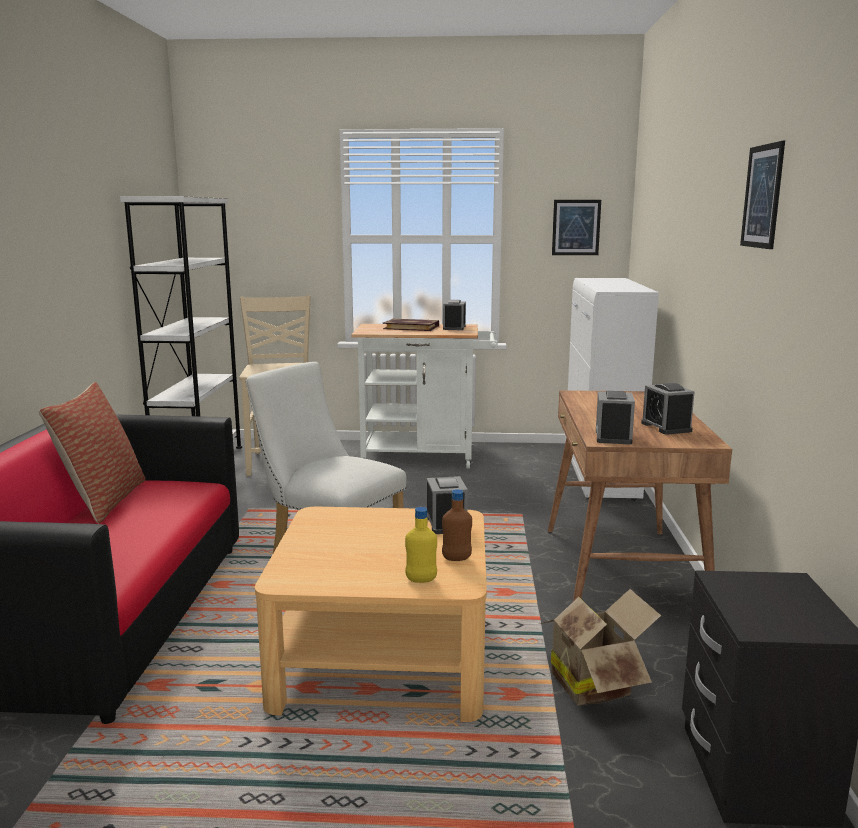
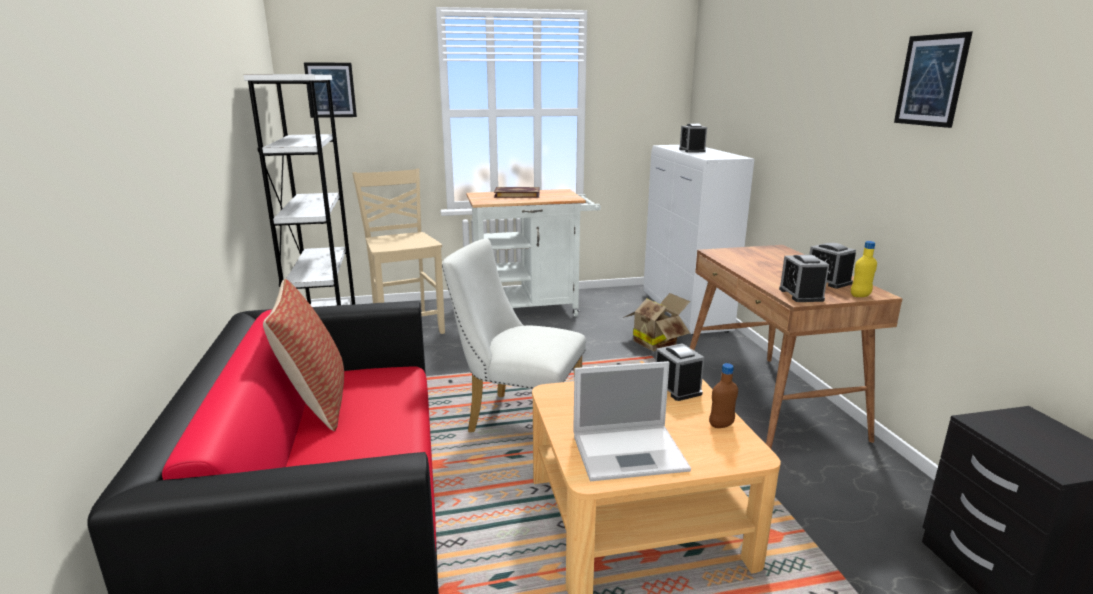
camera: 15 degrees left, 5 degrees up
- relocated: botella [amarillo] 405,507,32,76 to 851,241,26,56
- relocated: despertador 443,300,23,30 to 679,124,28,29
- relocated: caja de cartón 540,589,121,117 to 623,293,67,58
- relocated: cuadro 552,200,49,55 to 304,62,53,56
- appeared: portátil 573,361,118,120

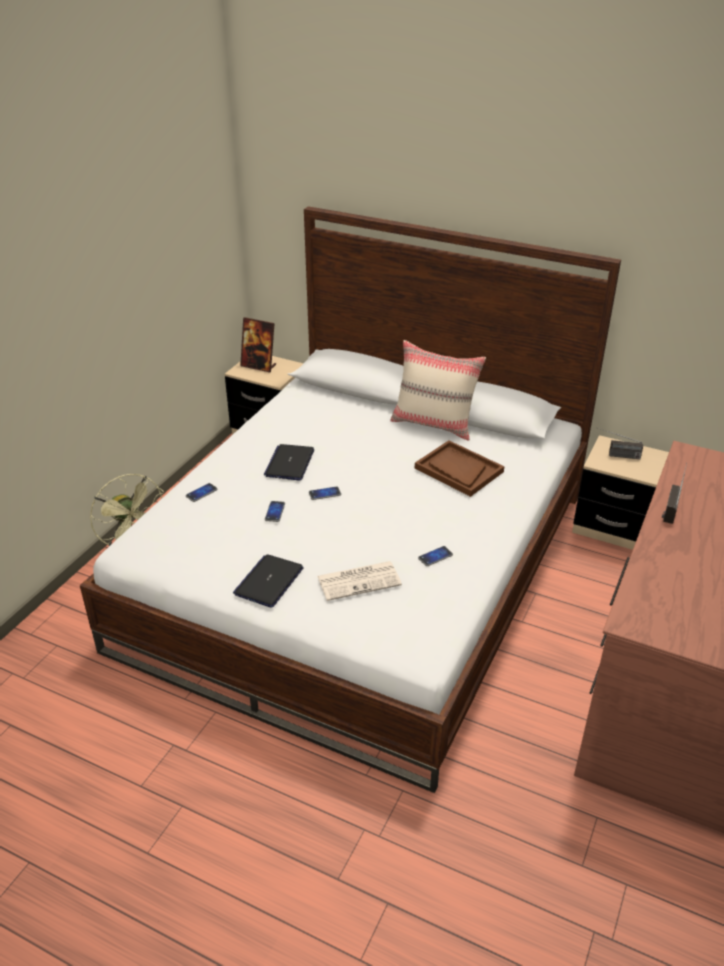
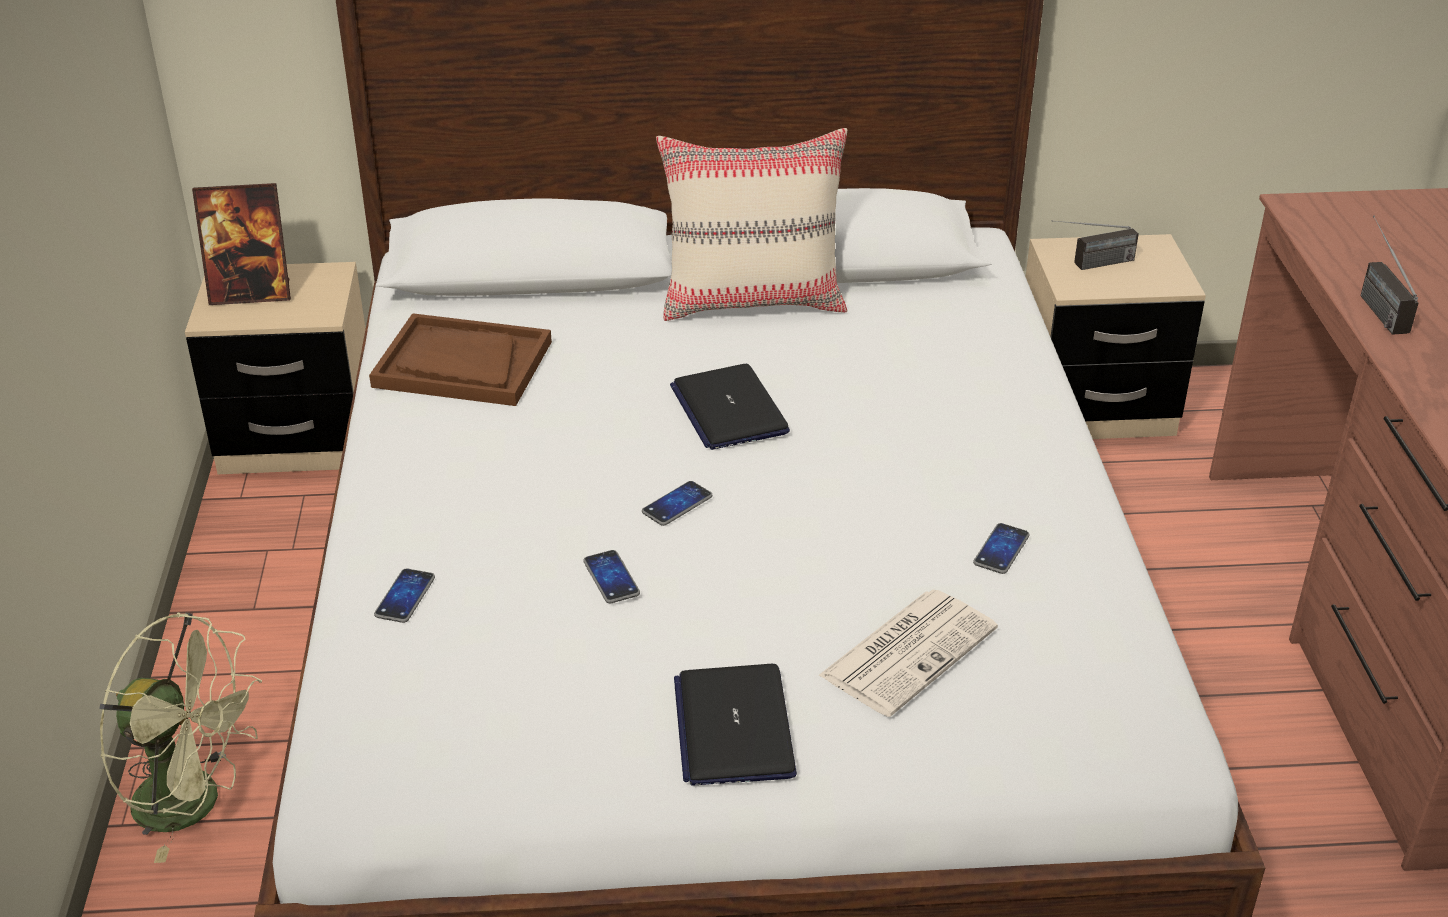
camera: 30 degrees left, 0 degrees up
- relocated: portátil 264,444,50,36 to 670,364,120,86
- relocated: bandeja [marrón] 415,440,89,57 to 369,313,183,93

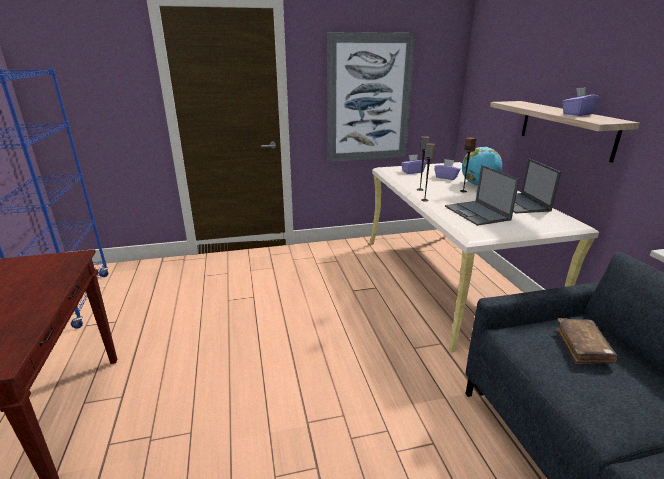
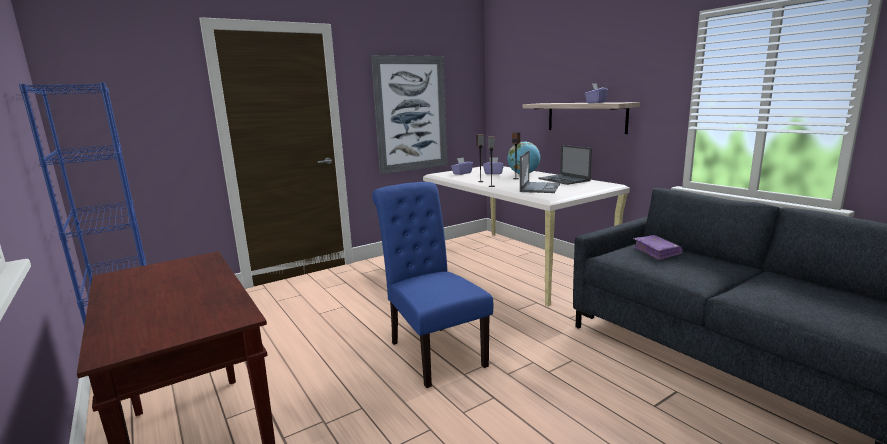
camera: 20 degrees left, 10 degrees down
- spun: portátil 445,165,75,61 = 520,151,40,42 120 degrees counterclockwise
- colour: libro [marrón] 555,318,63,46 to libro [morado] 633,235,49,25
- appeared: silla [azul] 372,182,121,206

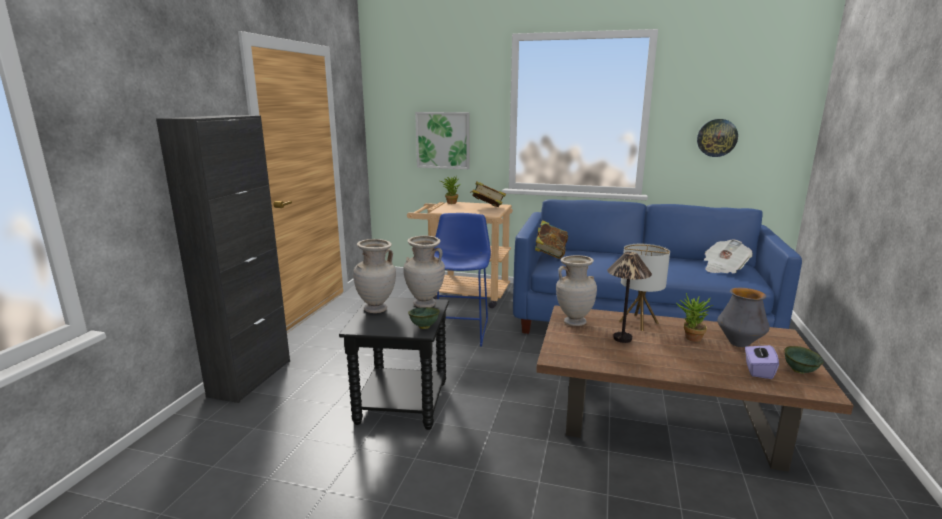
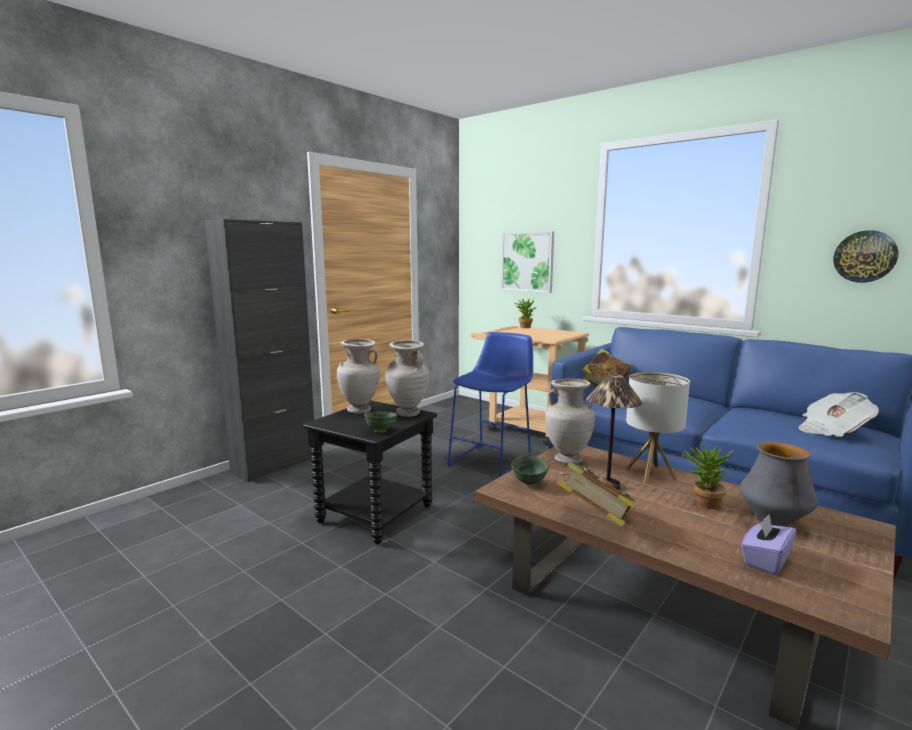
camera: 25 degrees right, 5 degrees down
- relocated: libro 470,181,36,26 to 556,463,80,64
- relocated: cuenco [verde] 785,346,39,28 to 511,456,38,30

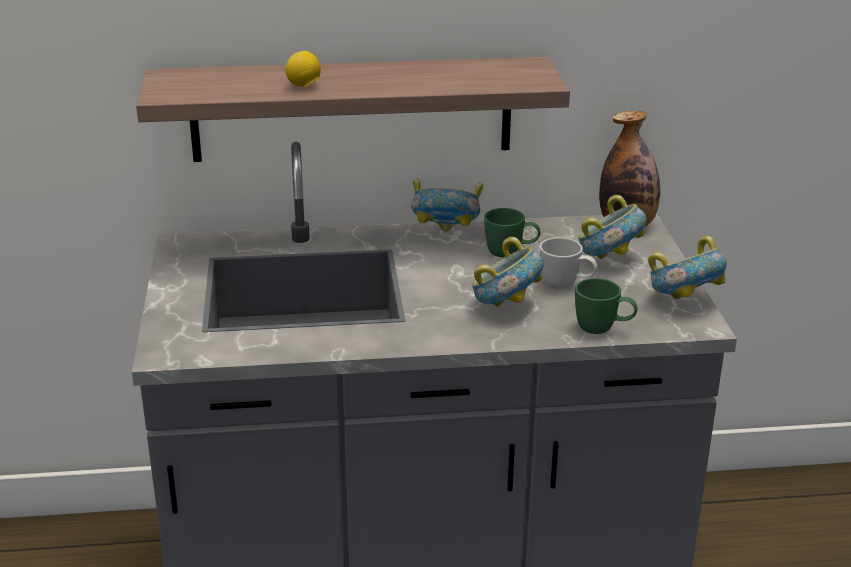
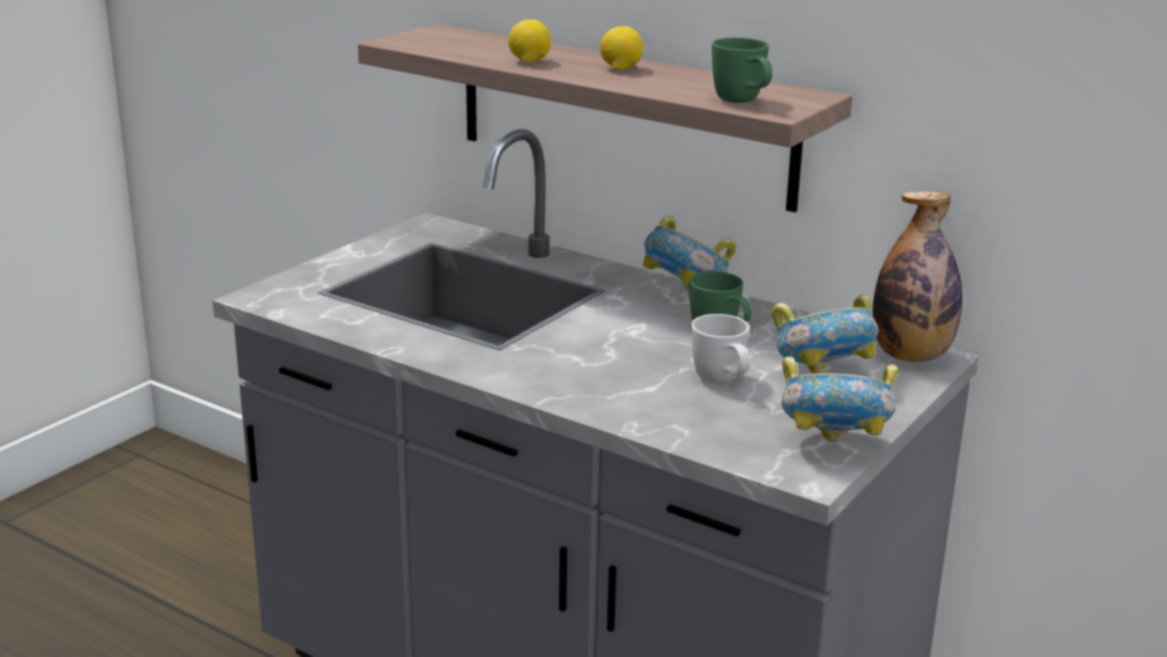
camera: 40 degrees right, 5 degrees down
- missing: cuenco 472,237,72,70
- relocated: taza grande [verde] 575,278,63,56 to 712,38,61,65
- appeared: limón 600,26,43,43

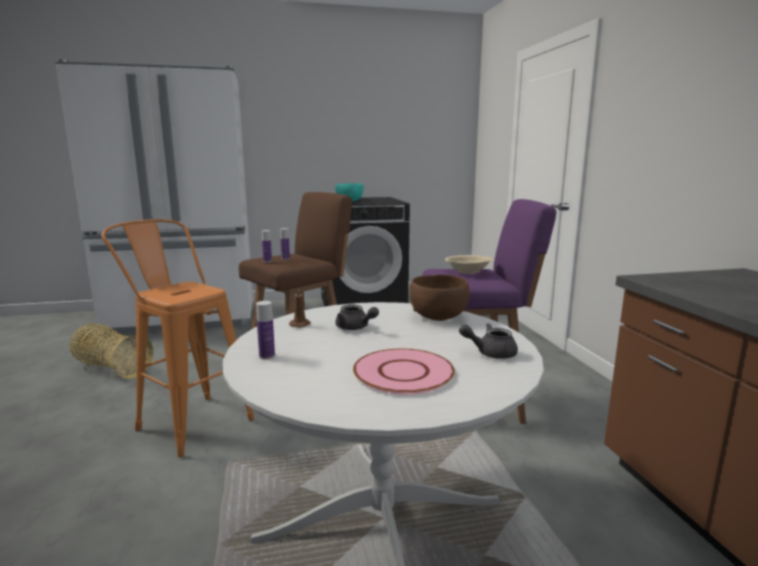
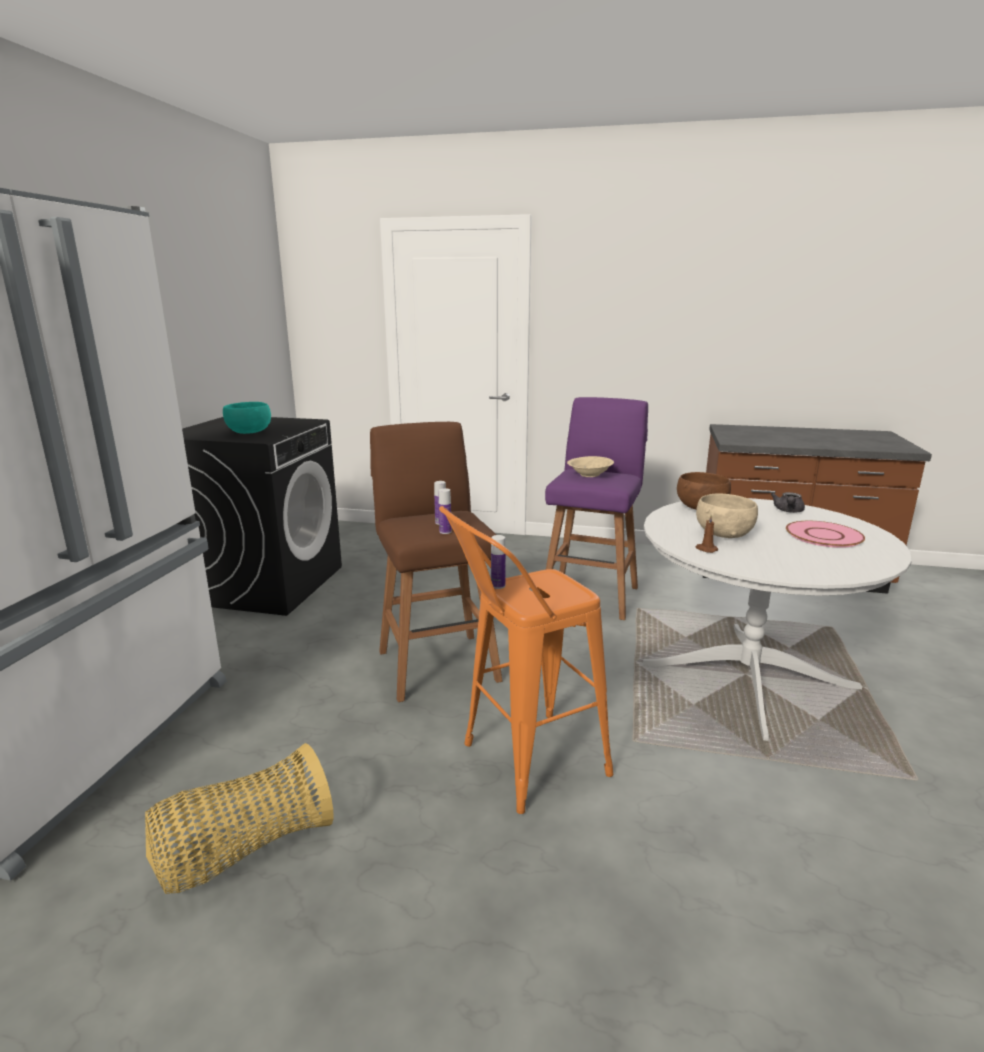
camera: 65 degrees left, 5 degrees up
- relocated: botella 256,301,19,58 to 491,535,15,54
- exchanged: tetera [gris] 335,305,44,25 to cuenco [beis] 696,494,62,44

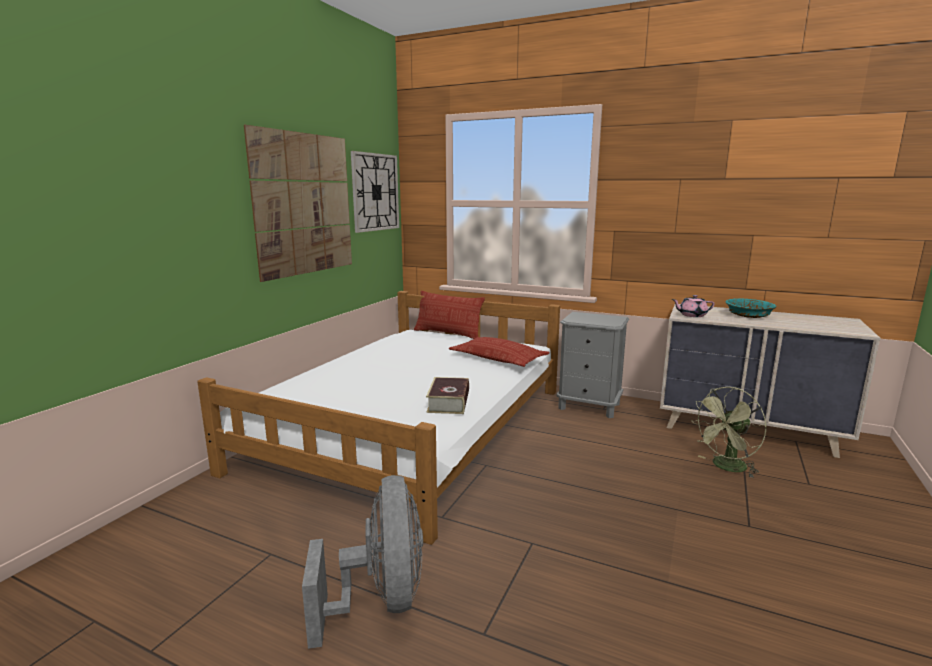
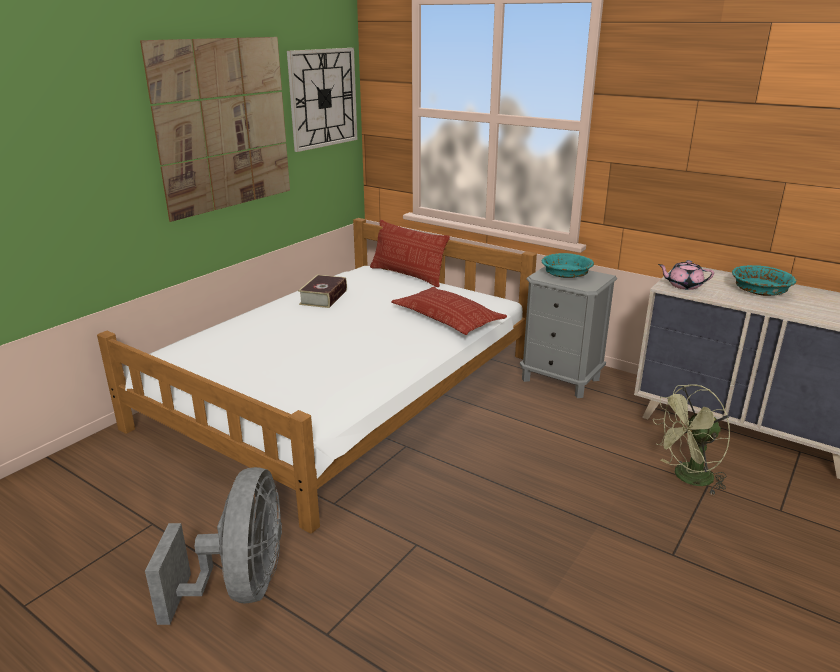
camera: 10 degrees right, 10 degrees up
- relocated: libro 426,377,43,37 to 298,275,49,33
- appeared: cuenco [turquesa] 542,253,52,25

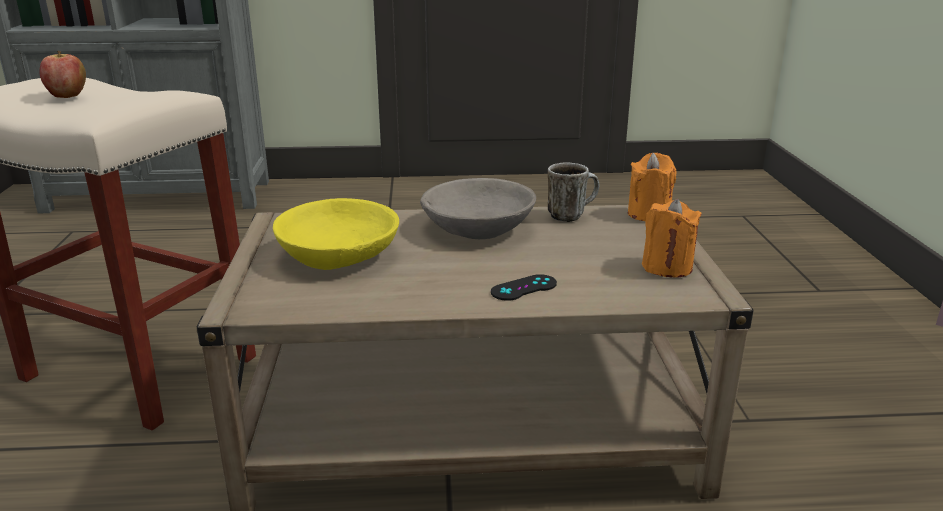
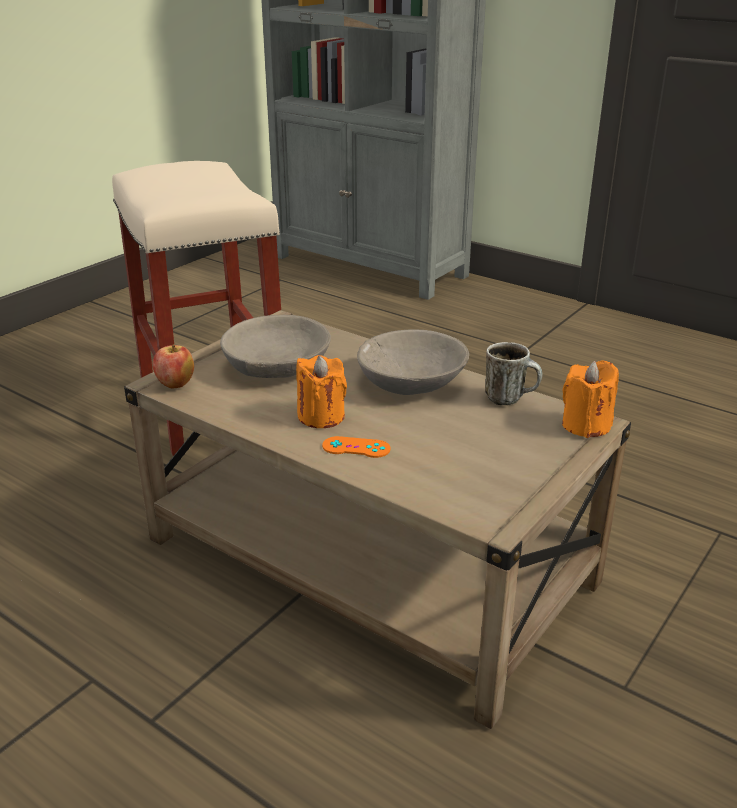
camera: 40 degrees right, 5 degrees up
- relocated: manzana 39,51,47,47 to 153,345,41,43
- colour: cuenco [amarillo] 273,198,126,72 to cuenco [gris] 220,314,111,64
- colour: mando de consola [negro] 491,274,66,27 to mando de consola [naranja] 322,436,68,22
- relocated: vela [naranja] 642,199,60,78 to 296,355,51,73

